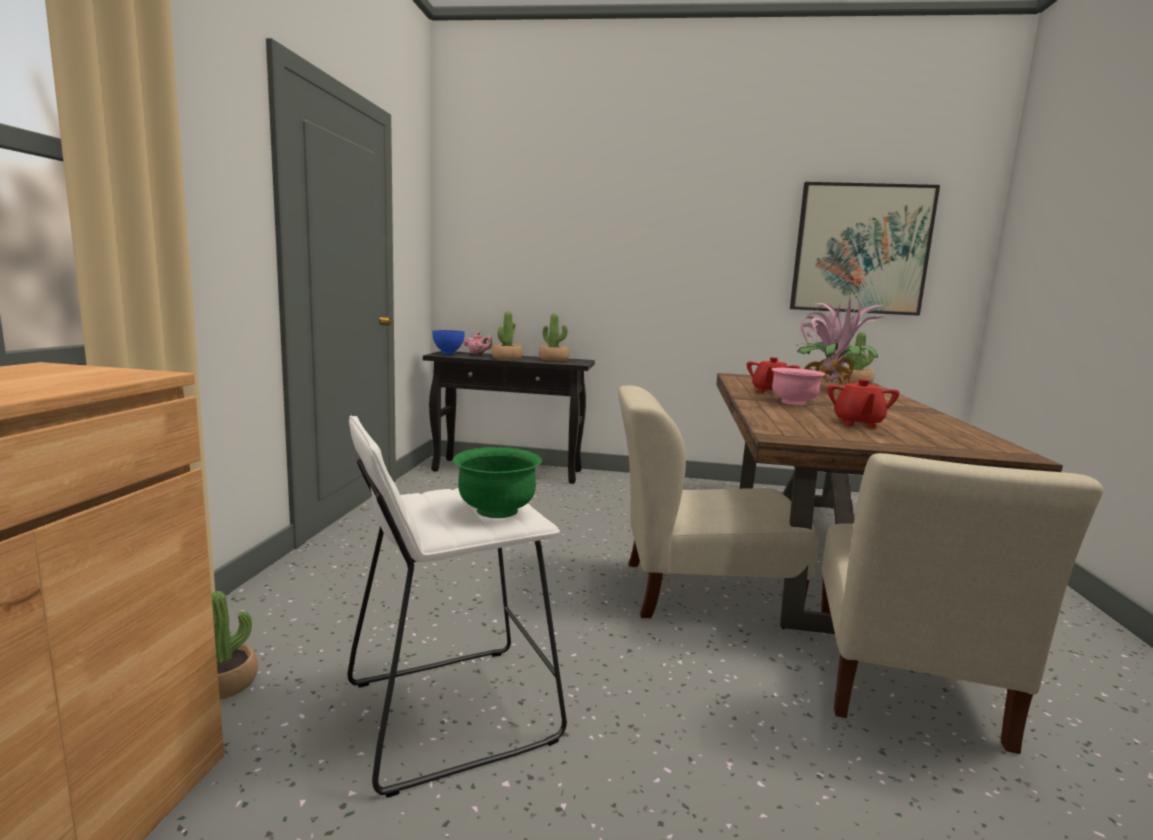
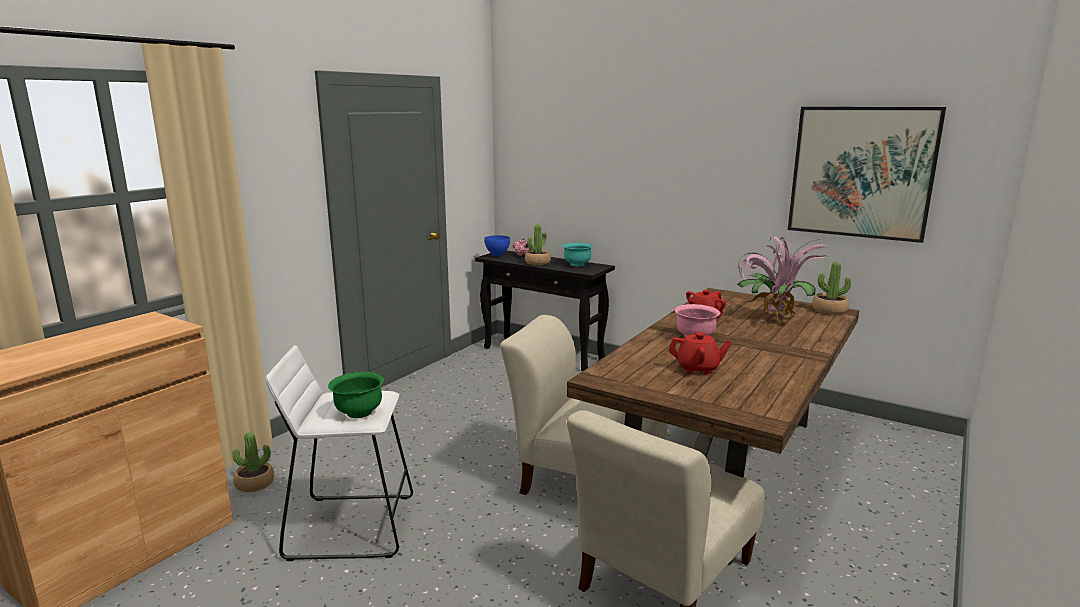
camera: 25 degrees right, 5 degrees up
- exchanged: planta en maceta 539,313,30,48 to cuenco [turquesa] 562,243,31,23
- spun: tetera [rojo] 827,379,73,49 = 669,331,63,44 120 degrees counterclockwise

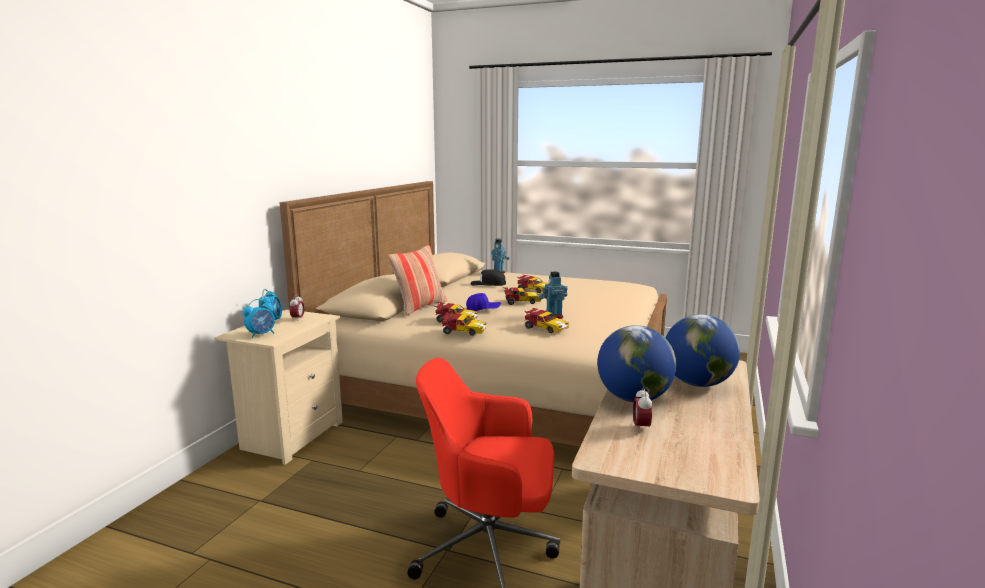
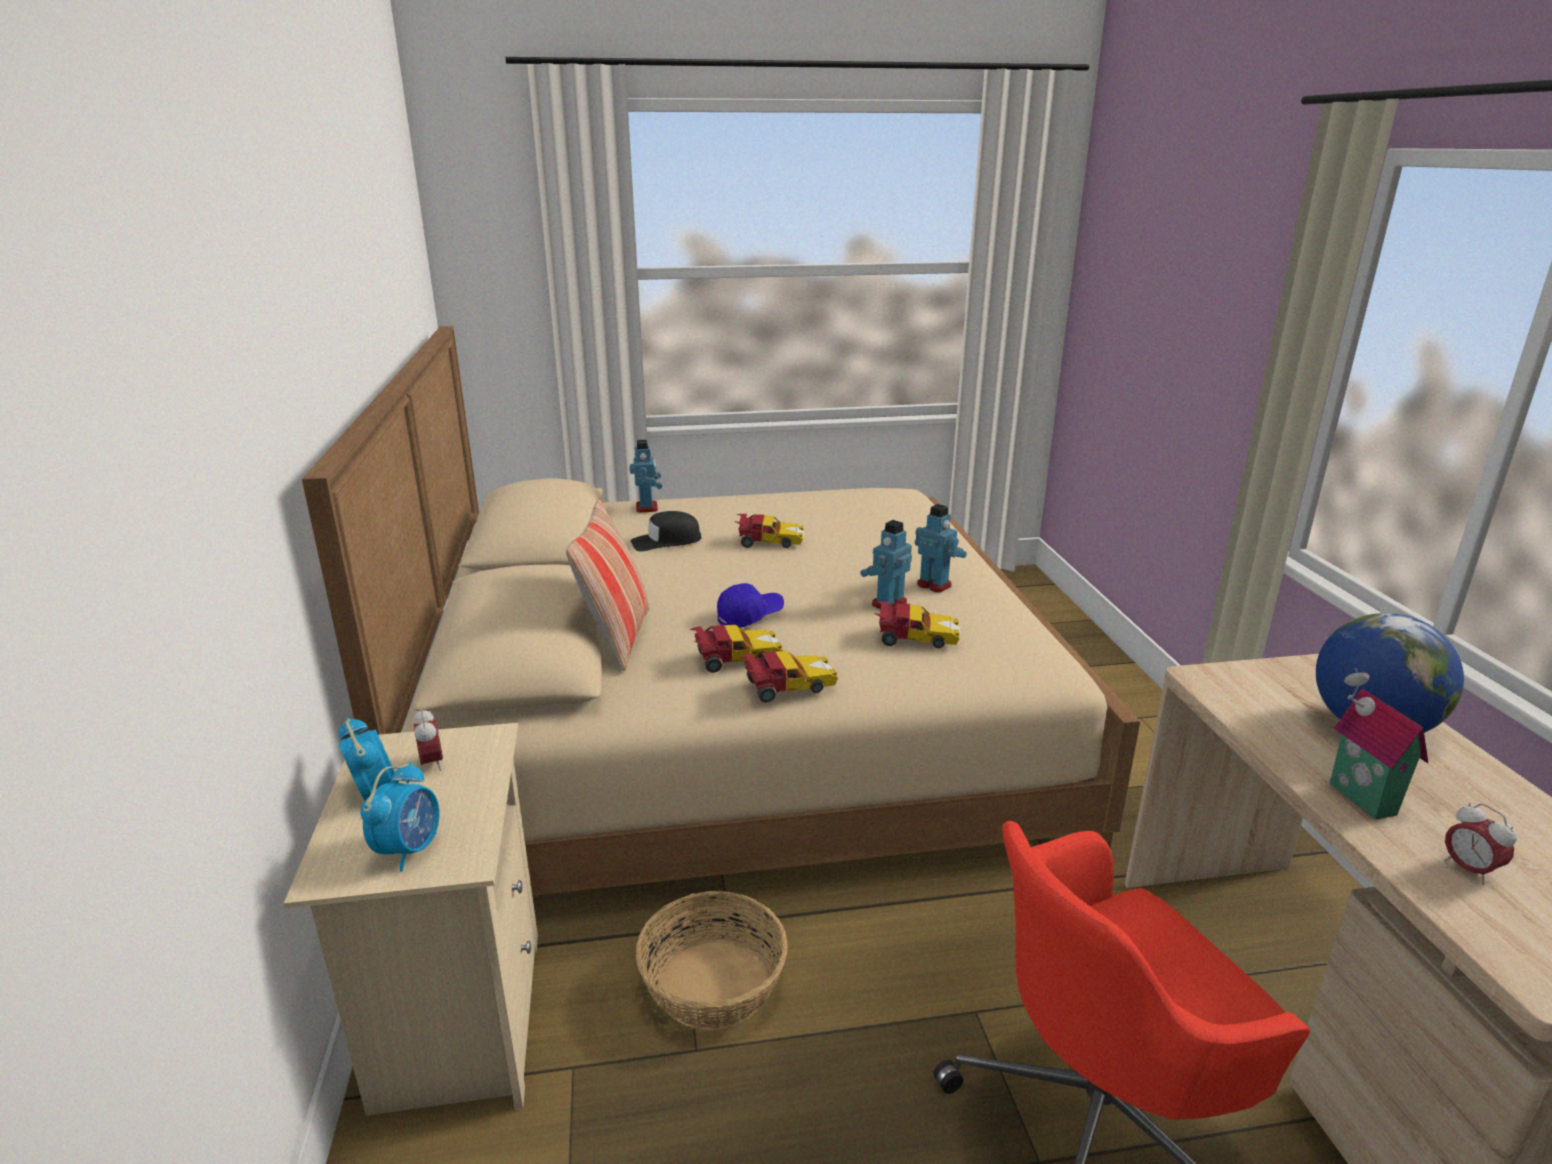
camera: 30 degrees left, 10 degrees up
- missing: coche de juguete 503,287,38,18
- exchanged: globo terráqueo 597,325,79,77 to casita 1330,668,98,152
- appeared: cesta 636,891,152,139
- appeared: robot de juguete 915,504,52,88

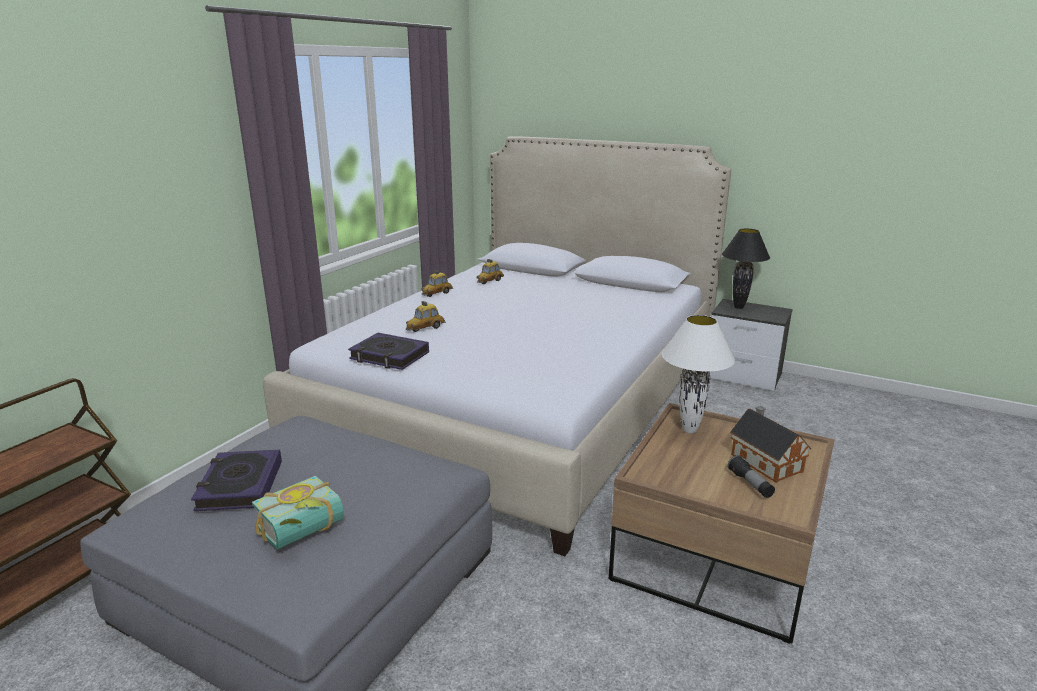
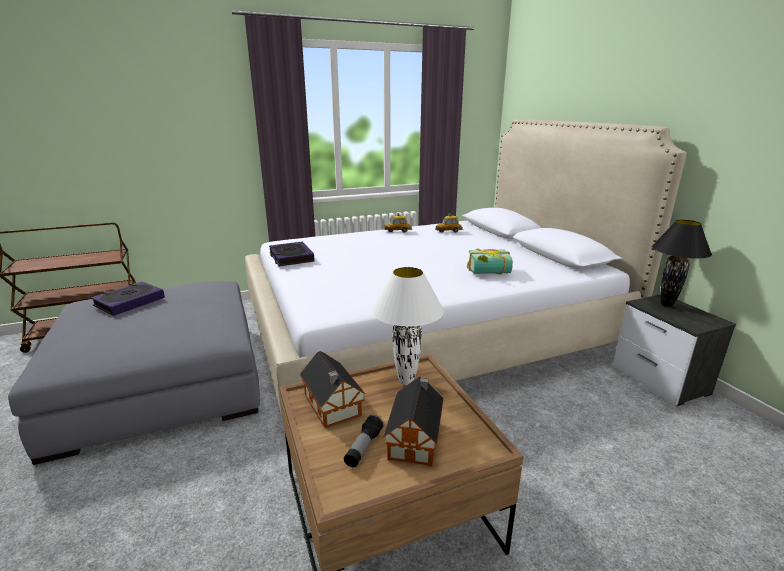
camera: 40 degrees right, 0 degrees up
- relocated: libro 252,476,92,74 to 467,248,46,26
- missing: coche de juguete 406,301,40,31
- appeared: casita 300,351,65,77

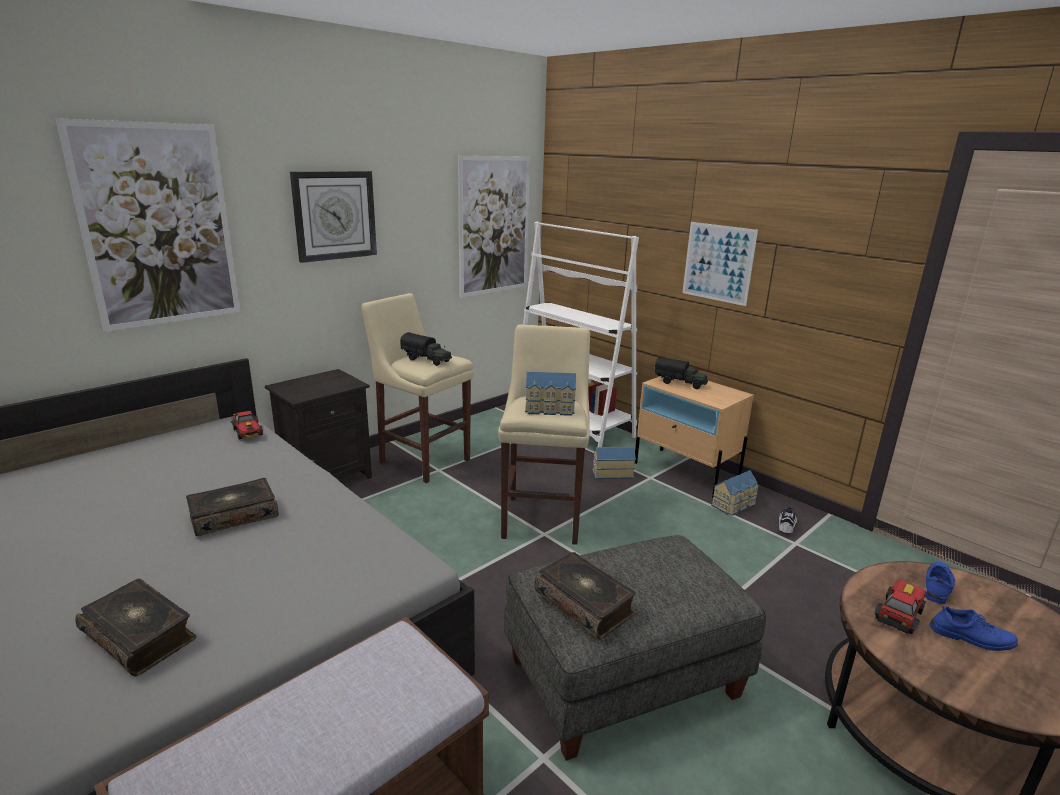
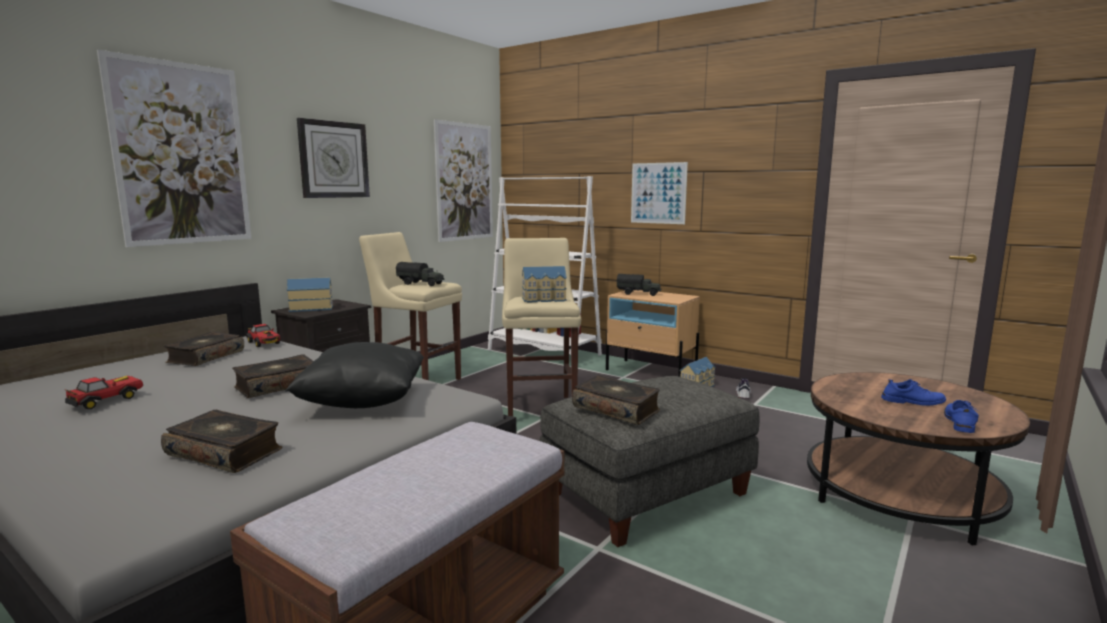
camera: 10 degrees left, 10 degrees down
- relocated: casita 593,446,43,33 to 287,277,46,35
- relocated: coche de juguete 875,580,52,54 to 64,376,79,33
- relocated: zapato [azul] 925,562,31,42 to 944,400,35,33
- appeared: libro 164,332,80,34
- appeared: cojín [negro] 285,342,139,66

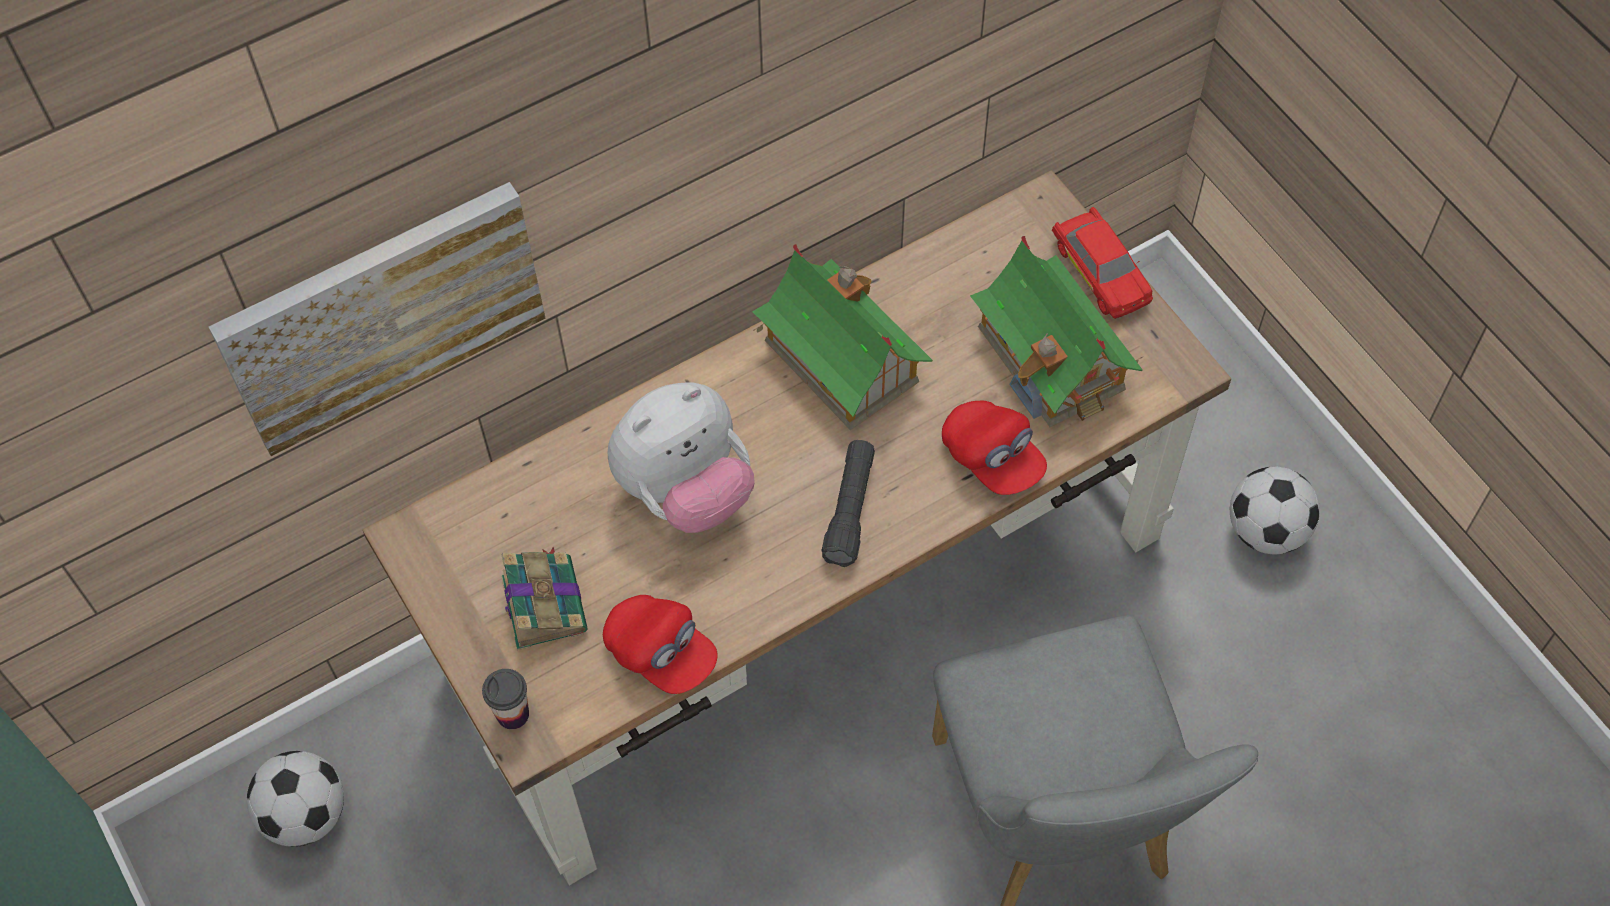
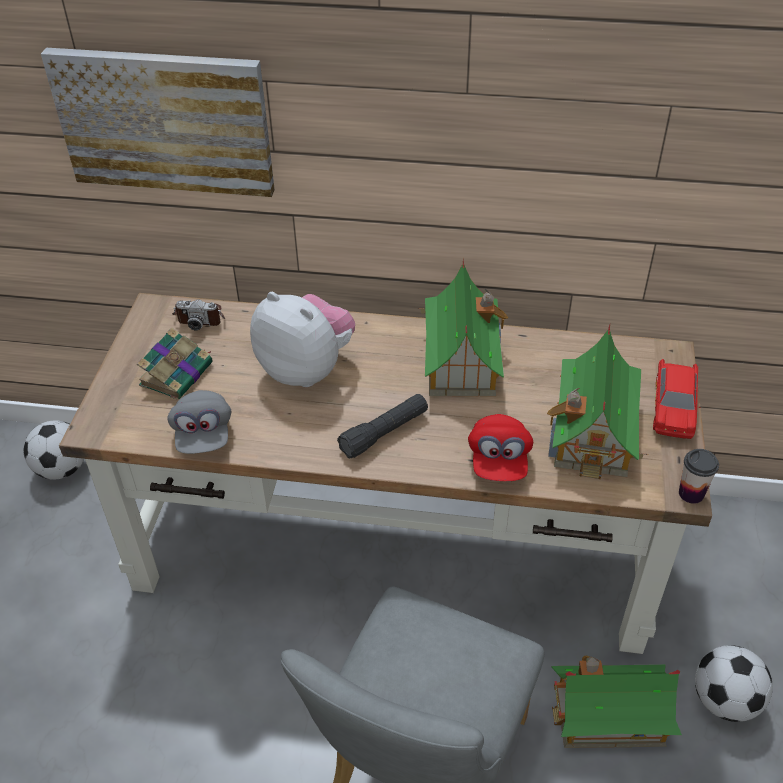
camera: 40 degrees right, 15 degrees down
- relocated: taza 482,669,47,60 to 679,449,40,55
- colour: gorra [rojo] 603,595,115,99 to gorra [gris] 167,390,64,64
- spun: peluche 608,382,147,151 = 250,292,105,95 150 degrees counterclockwise
- appeared: cámara 172,299,53,31
- appeared: casita 551,655,131,93

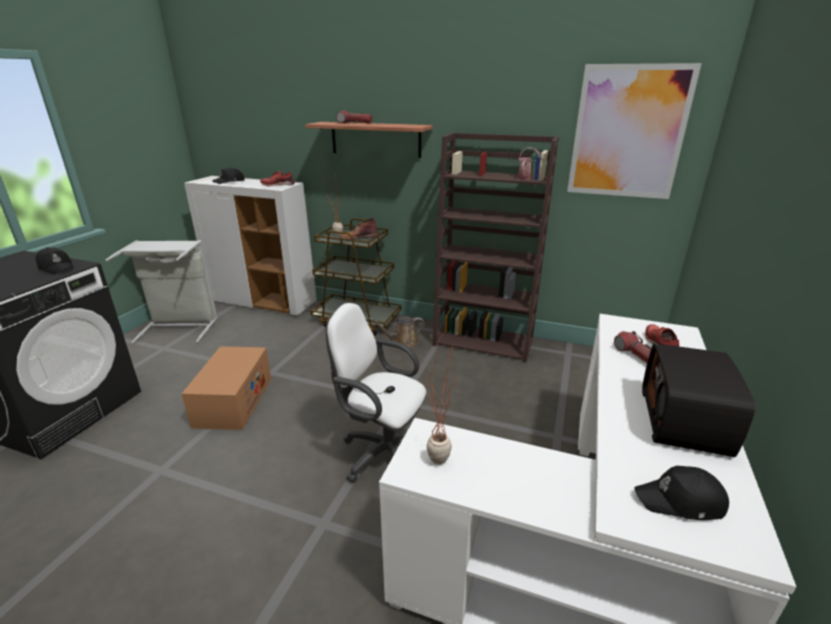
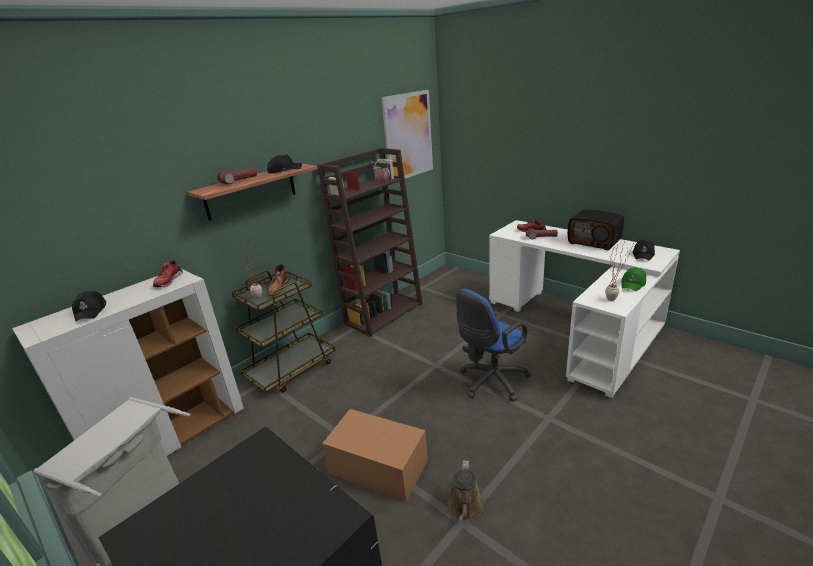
camera: 65 degrees left, 0 degrees up
- relocated: gorra [negro] 36,247,37,27 to 267,155,35,18
- colour: silla de oficina [blanco] 326,303,100,180 to silla de oficina [azul] 456,289,75,113
- relocated: regadera [marrón] 369,316,56,33 to 448,460,36,61
- appeared: gorra [verde] 621,268,25,23

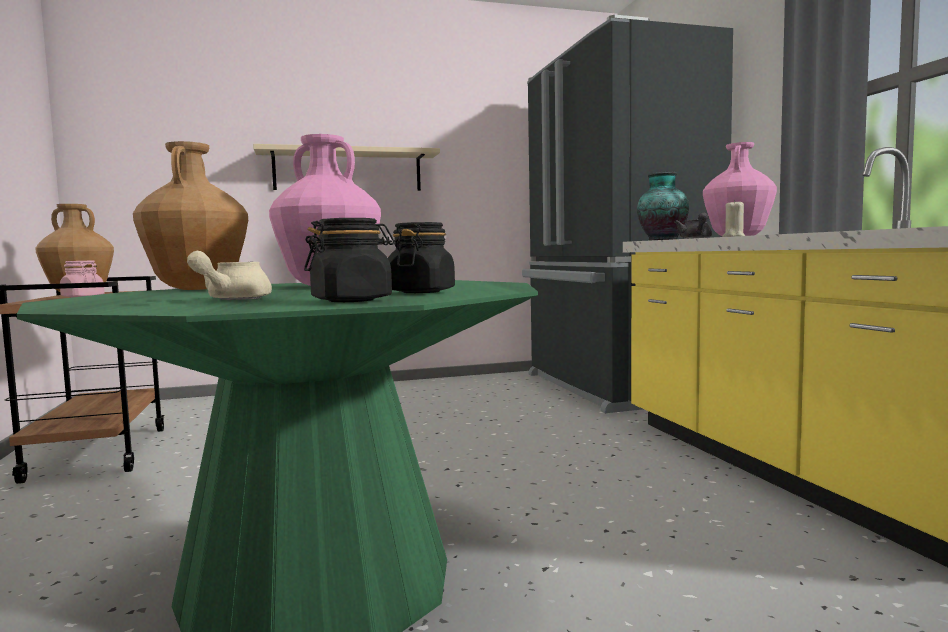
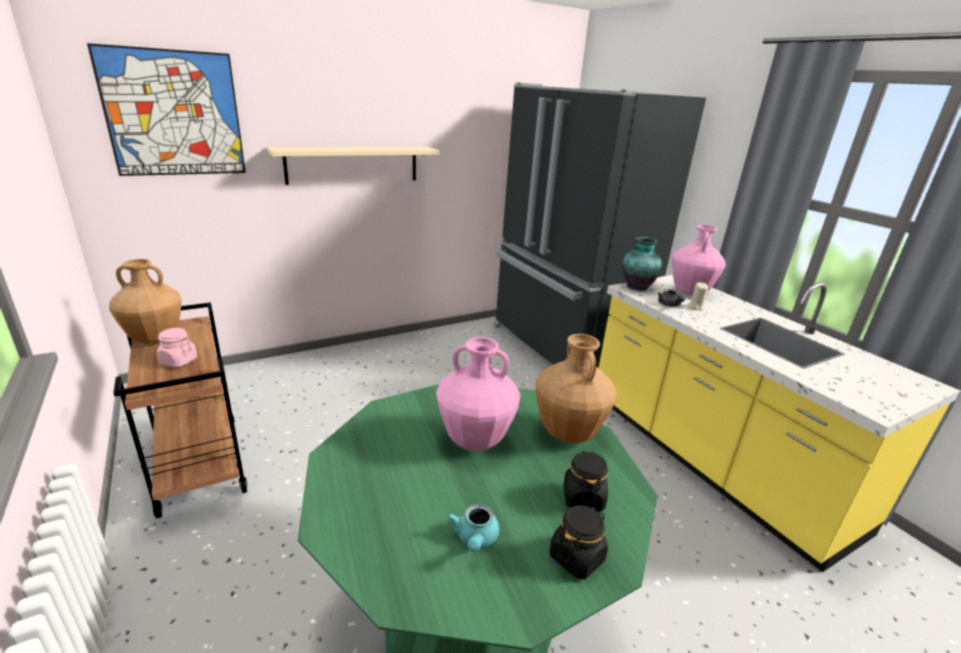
camera: 15 degrees left, 20 degrees up
- relocated: florero [marrón] 133,141,115,149 to 536,334,81,109
- colour: tetera [beis] 187,251,85,49 to tetera [turquesa] 447,504,52,48
- appeared: cuadro 87,43,159,133

